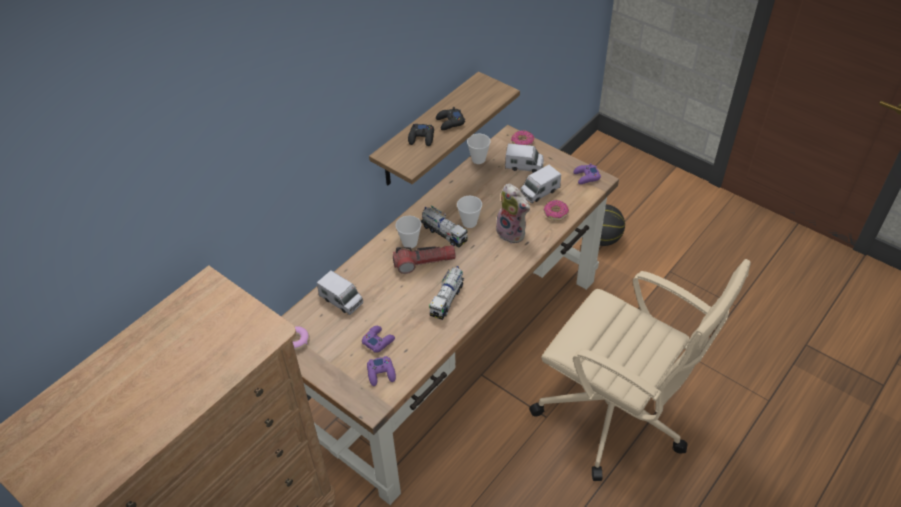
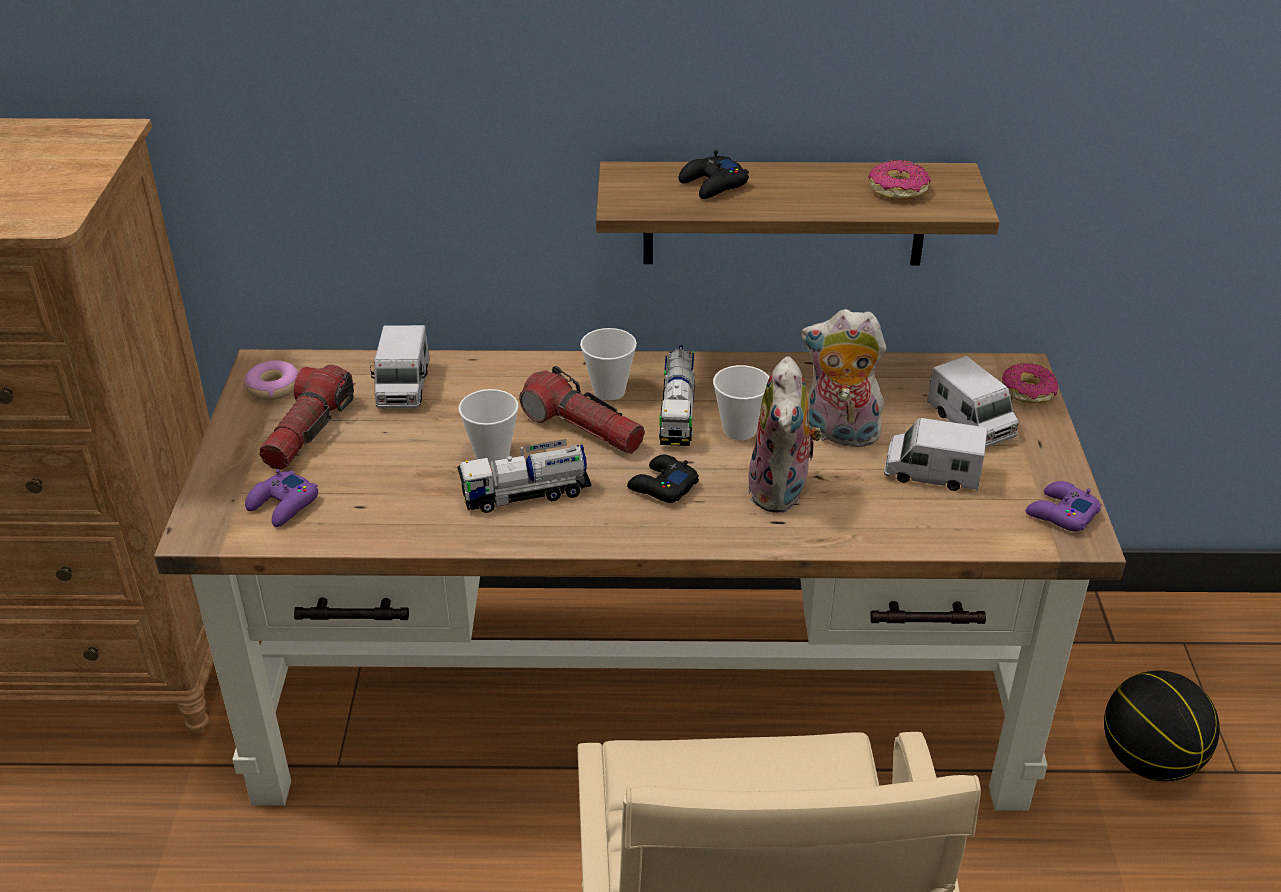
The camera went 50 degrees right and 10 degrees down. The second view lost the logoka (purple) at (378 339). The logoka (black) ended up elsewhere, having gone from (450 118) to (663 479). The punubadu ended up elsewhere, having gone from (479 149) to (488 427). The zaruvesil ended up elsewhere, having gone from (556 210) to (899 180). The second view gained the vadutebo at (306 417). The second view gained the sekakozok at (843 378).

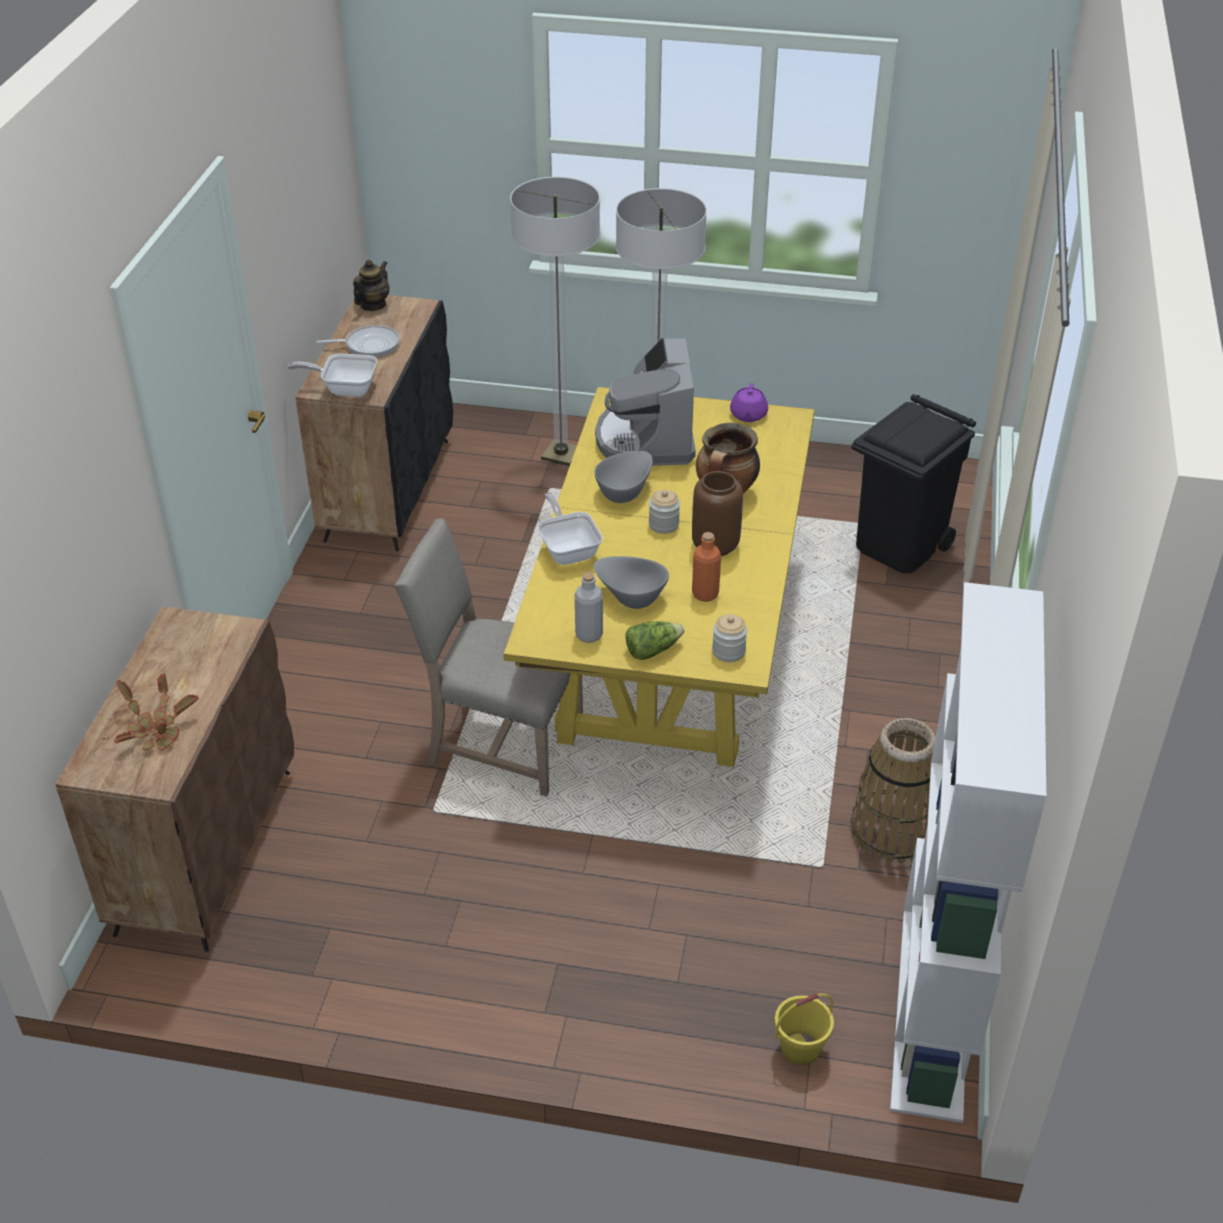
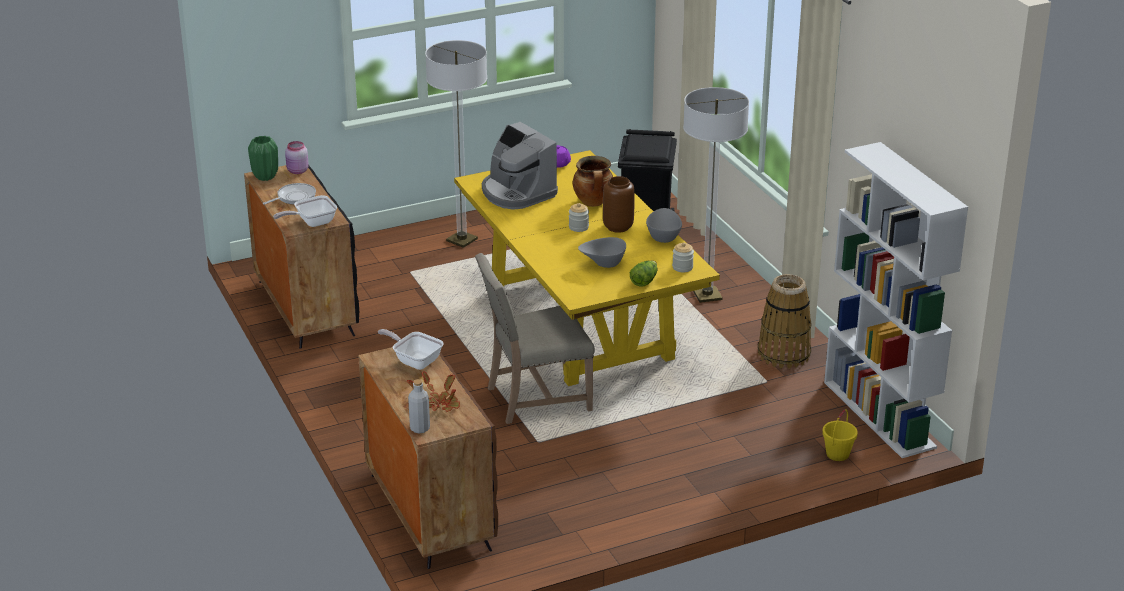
The camera went 35 degrees left and 10 degrees down. Where the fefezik stood at (371 285), the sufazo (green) came to stand at (263 158). The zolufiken ended up elsewhere, having gone from (555 321) to (716 195). The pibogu ended up elsewhere, having gone from (570 528) to (410 349). The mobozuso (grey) ended up elsewhere, having gone from (589 607) to (419 406). The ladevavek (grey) ended up elsewhere, having gone from (624 477) to (664 225). The second view lost the mobozuso (orange) at (706 567). The second view gained the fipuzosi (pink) at (297 157).

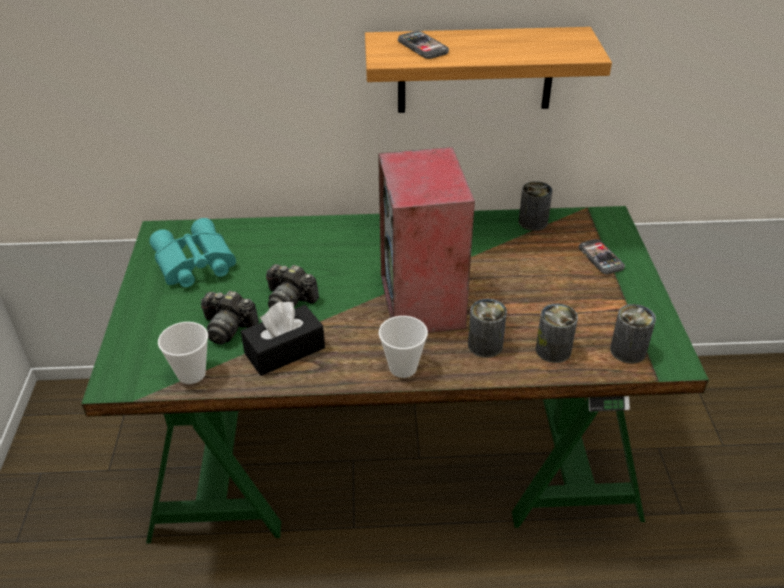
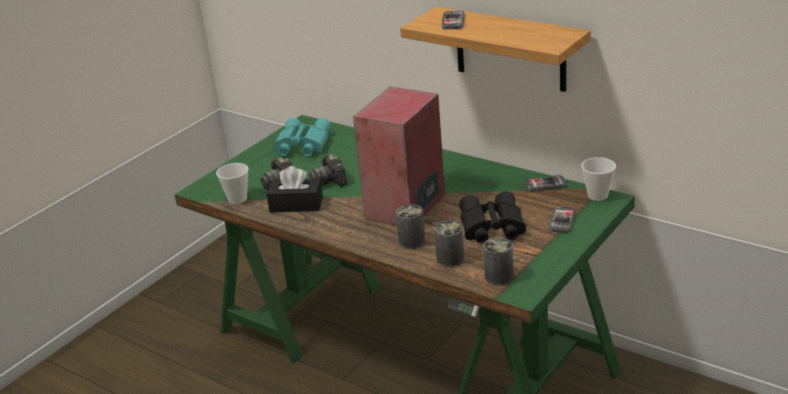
The camera went 40 degrees right and 10 degrees down. The punubadu ended up elsewhere, having gone from (403 347) to (598 179). Where the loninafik stood at (535 206), the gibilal came to stand at (545 183). The second view gained the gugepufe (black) at (492 217).

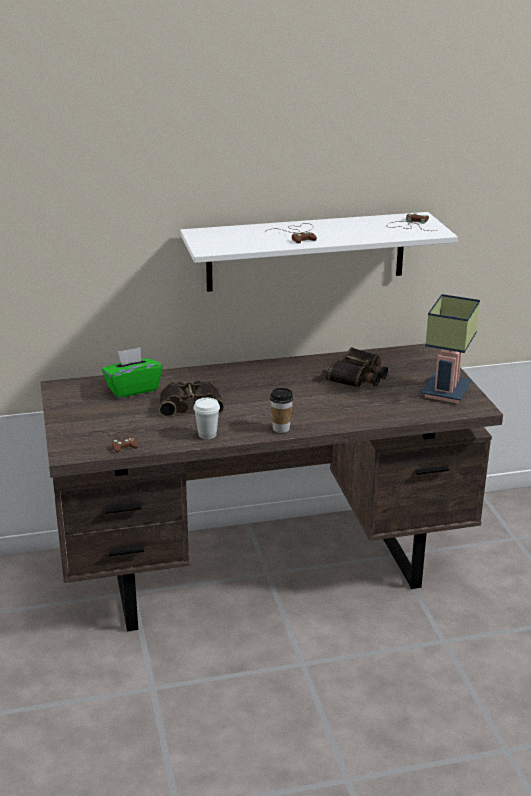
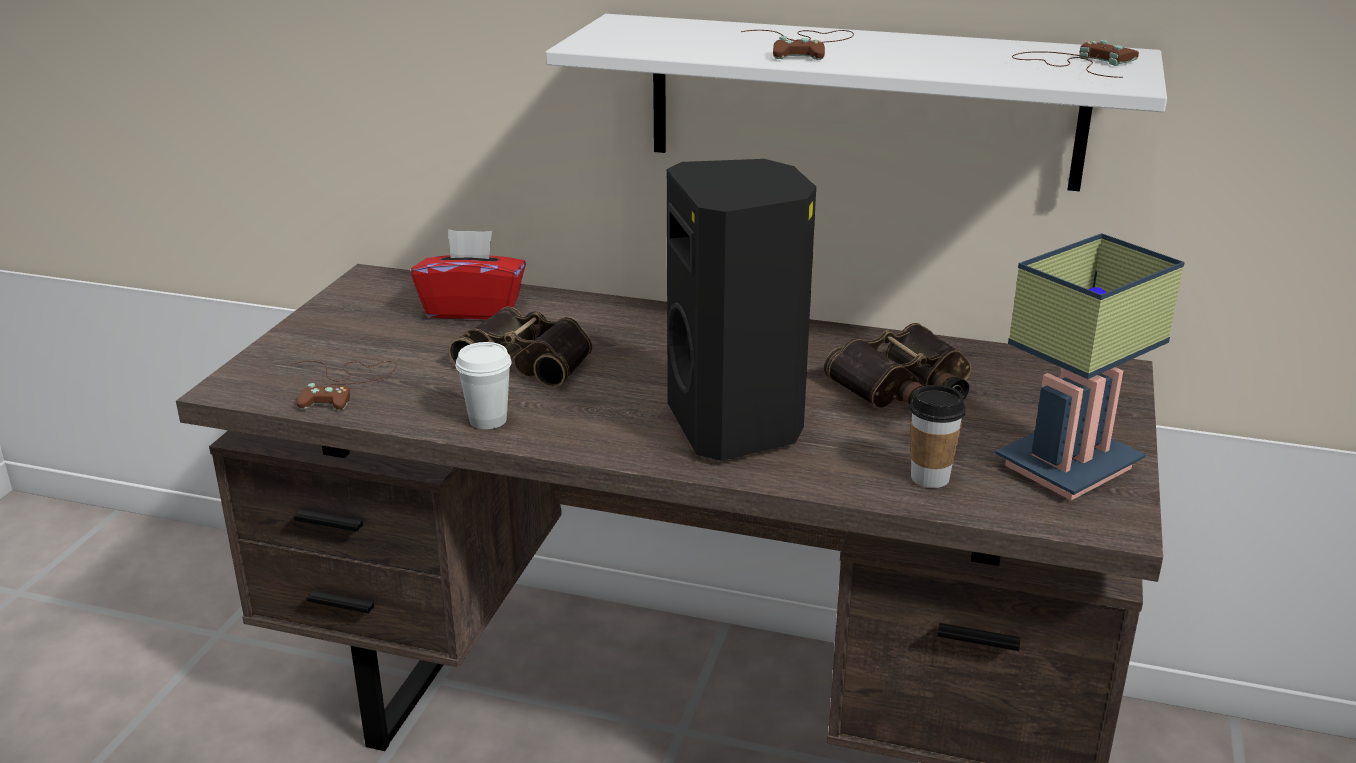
The camera went 30 degrees right and 0 degrees up. What was the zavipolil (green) at (132 372) turned into the zavipolil (red) at (468 274). The punubadu ended up elsewhere, having gone from (282 410) to (938 436). The second view gained the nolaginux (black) at (741 310).

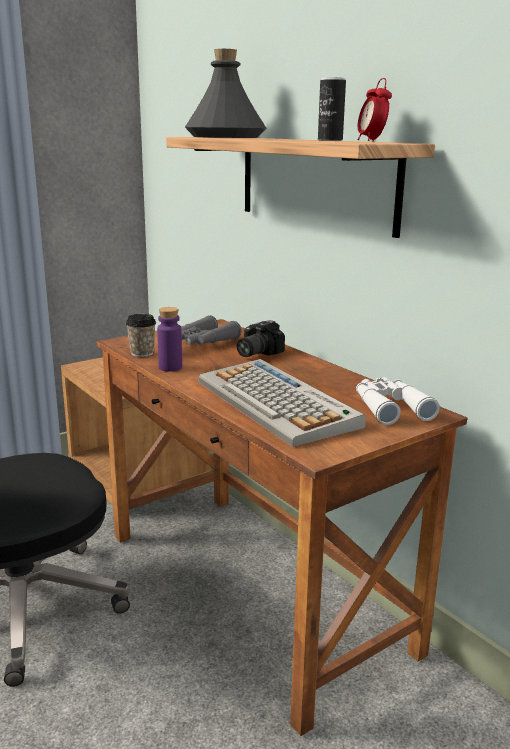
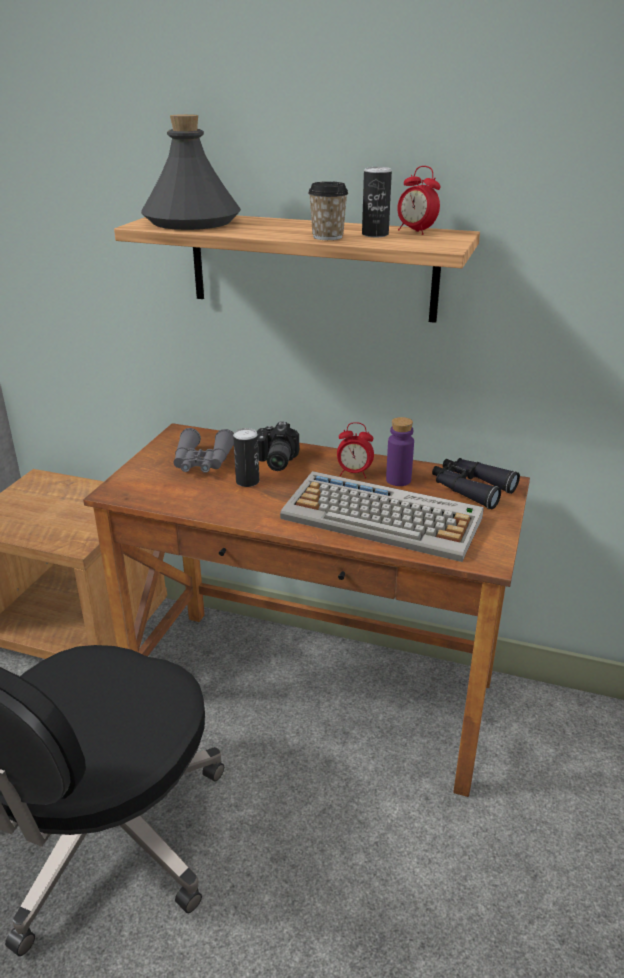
The camera went 35 degrees left and 10 degrees up. The punubadu ended up elsewhere, having gone from (141 335) to (328 210). The mobozuso (purple) ended up elsewhere, having gone from (169 339) to (400 451). What was the gugepufe (white) at (398 401) turned into the gugepufe (black) at (476 483). The second view gained the loninafik at (246 457). The second view gained the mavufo at (355 450).

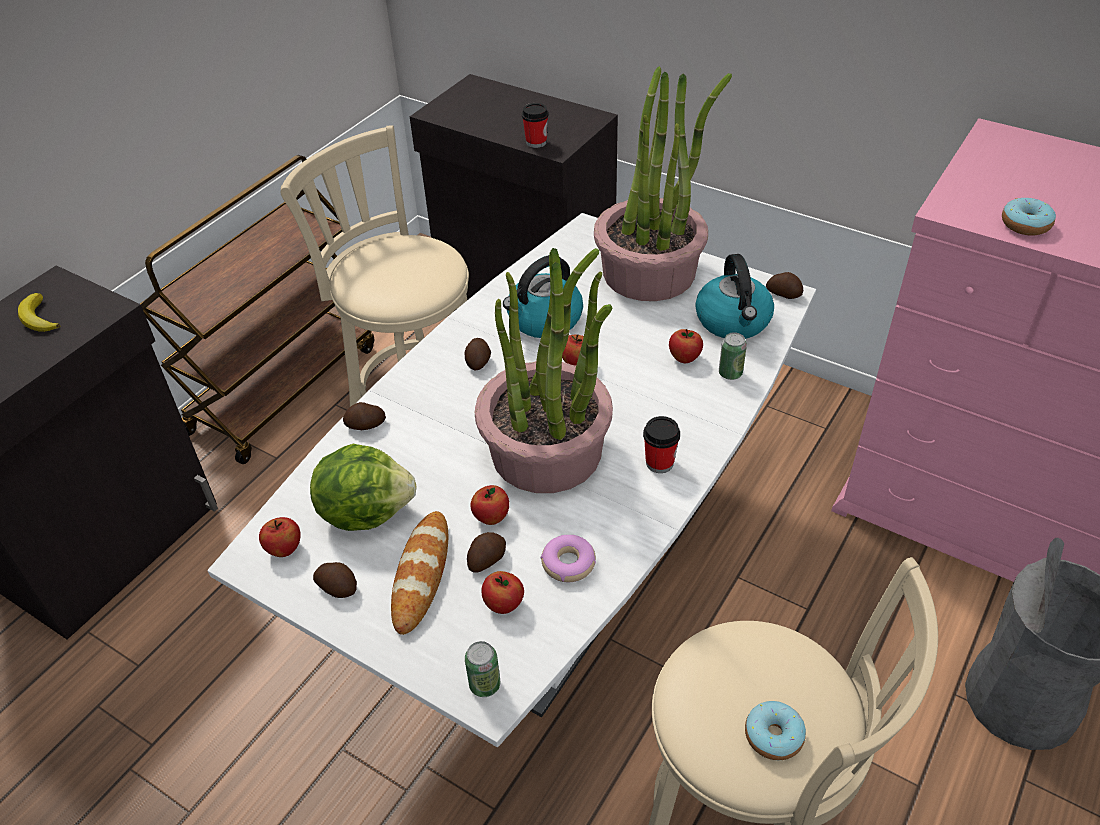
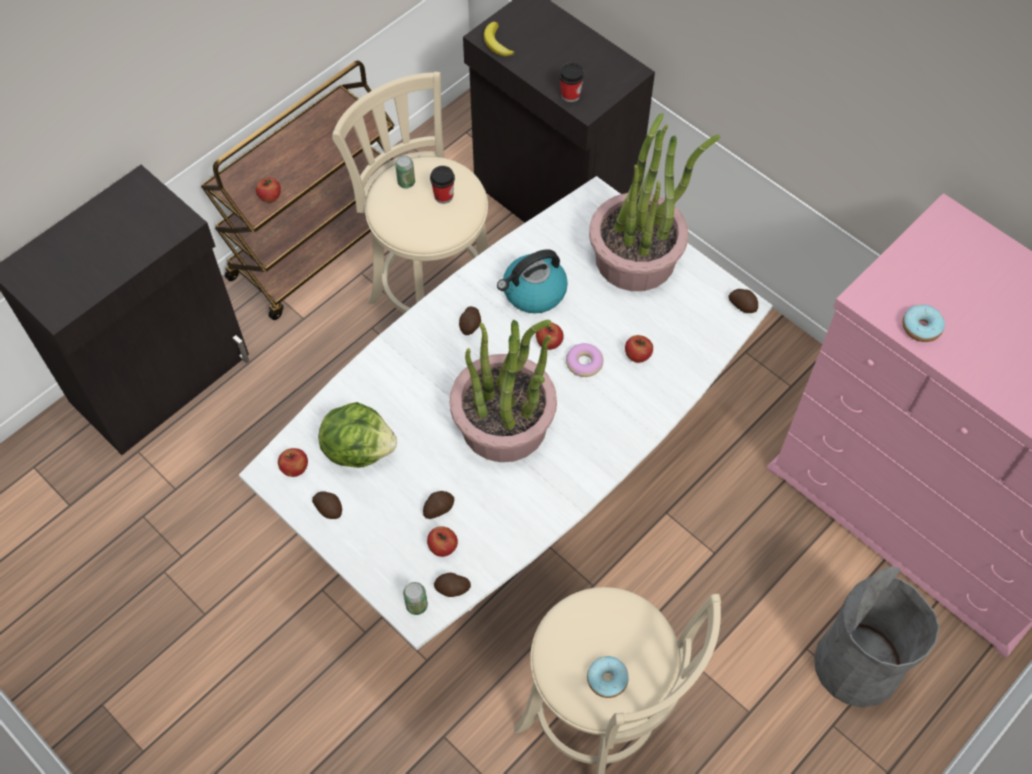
The camera went 10 degrees right and 15 degrees up. The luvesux ended up elsewhere, having gone from (39 312) to (499 39). The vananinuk ended up elsewhere, having gone from (364 416) to (452 585). The second view lost the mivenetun at (419 573). The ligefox ended up elsewhere, having gone from (489 505) to (268 190). The zaruvesil ended up elsewhere, having gone from (568 558) to (584 360). The punubadu ended up elsewhere, having gone from (661 444) to (442 185). The second view lost the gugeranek at (734 296). The loninafik ended up elsewhere, having gone from (733 356) to (405 171).

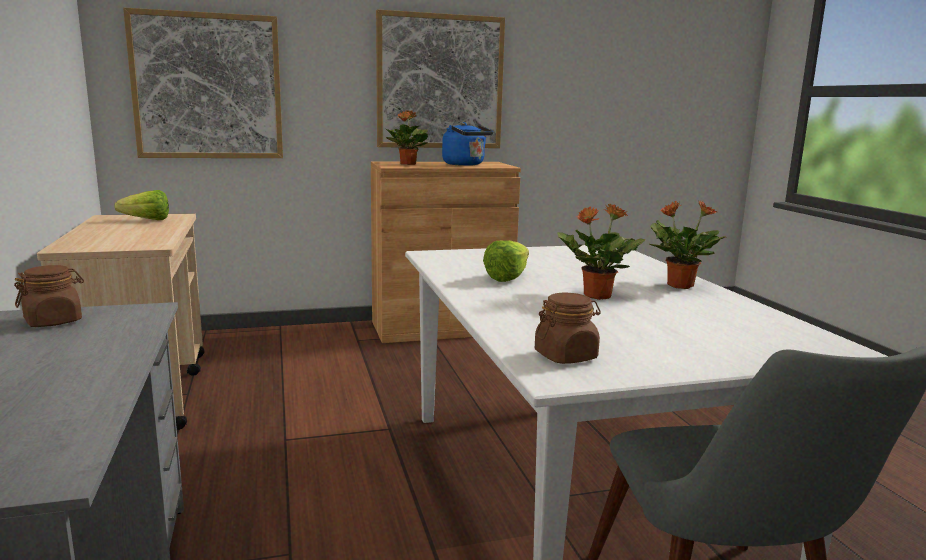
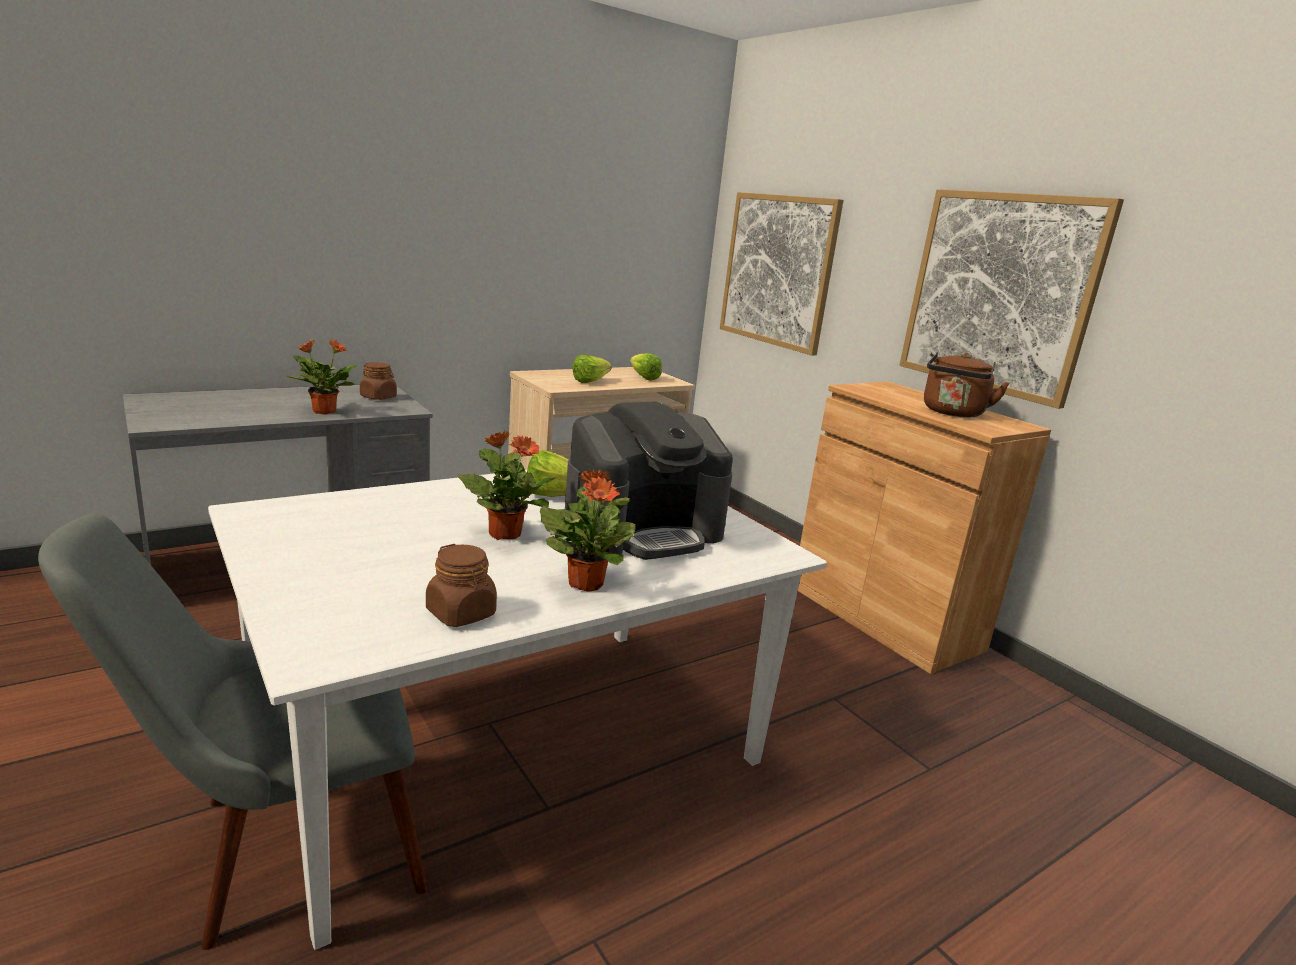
The camera went 70 degrees right and 5 degrees up. The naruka ended up elsewhere, having gone from (407 137) to (321 377). What was the gugeranek (blue) at (468 144) turned into the gugeranek (brown) at (967 384). The fipuzosi (brown) ended up elsewhere, having gone from (568 328) to (461 585). The second view gained the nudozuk at (649 480). The second view gained the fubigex at (592 369).

